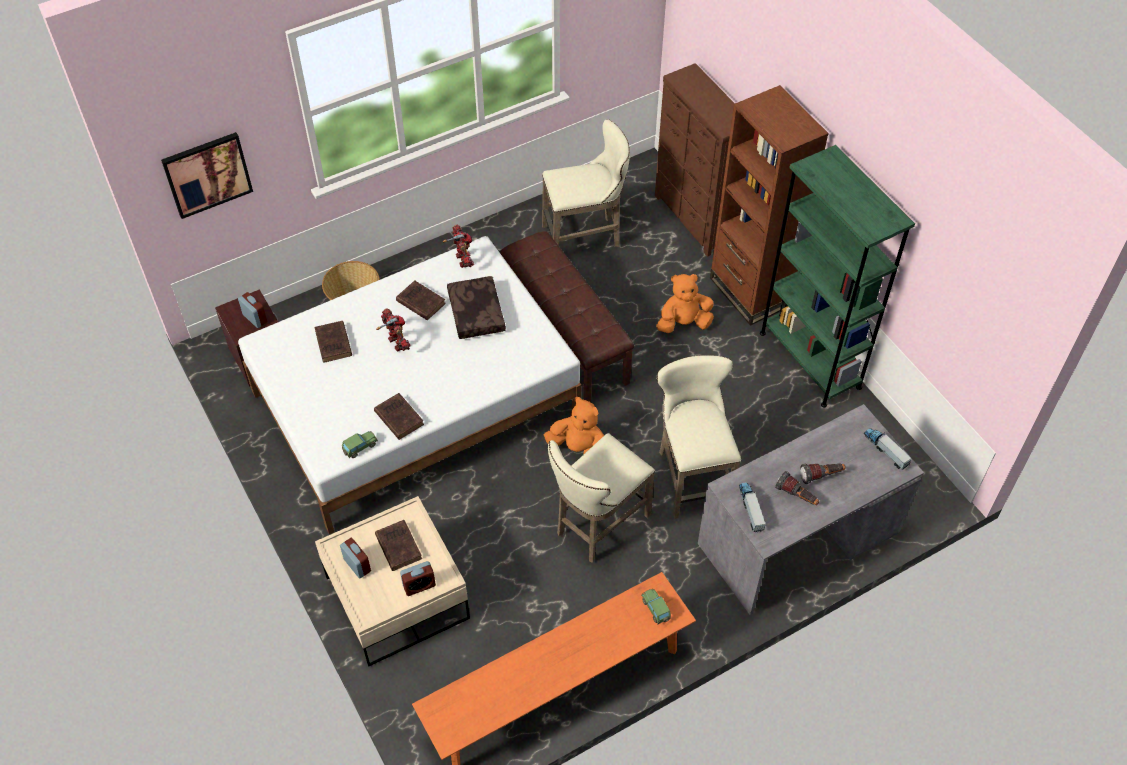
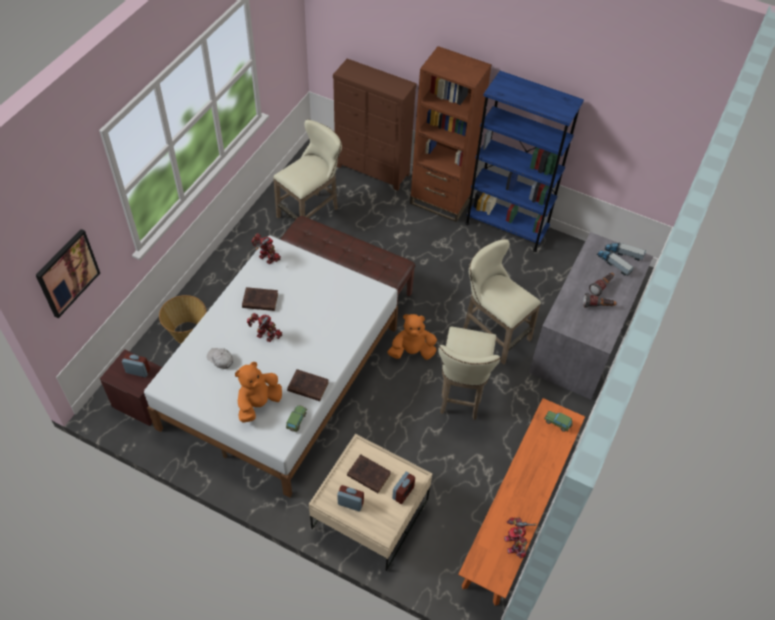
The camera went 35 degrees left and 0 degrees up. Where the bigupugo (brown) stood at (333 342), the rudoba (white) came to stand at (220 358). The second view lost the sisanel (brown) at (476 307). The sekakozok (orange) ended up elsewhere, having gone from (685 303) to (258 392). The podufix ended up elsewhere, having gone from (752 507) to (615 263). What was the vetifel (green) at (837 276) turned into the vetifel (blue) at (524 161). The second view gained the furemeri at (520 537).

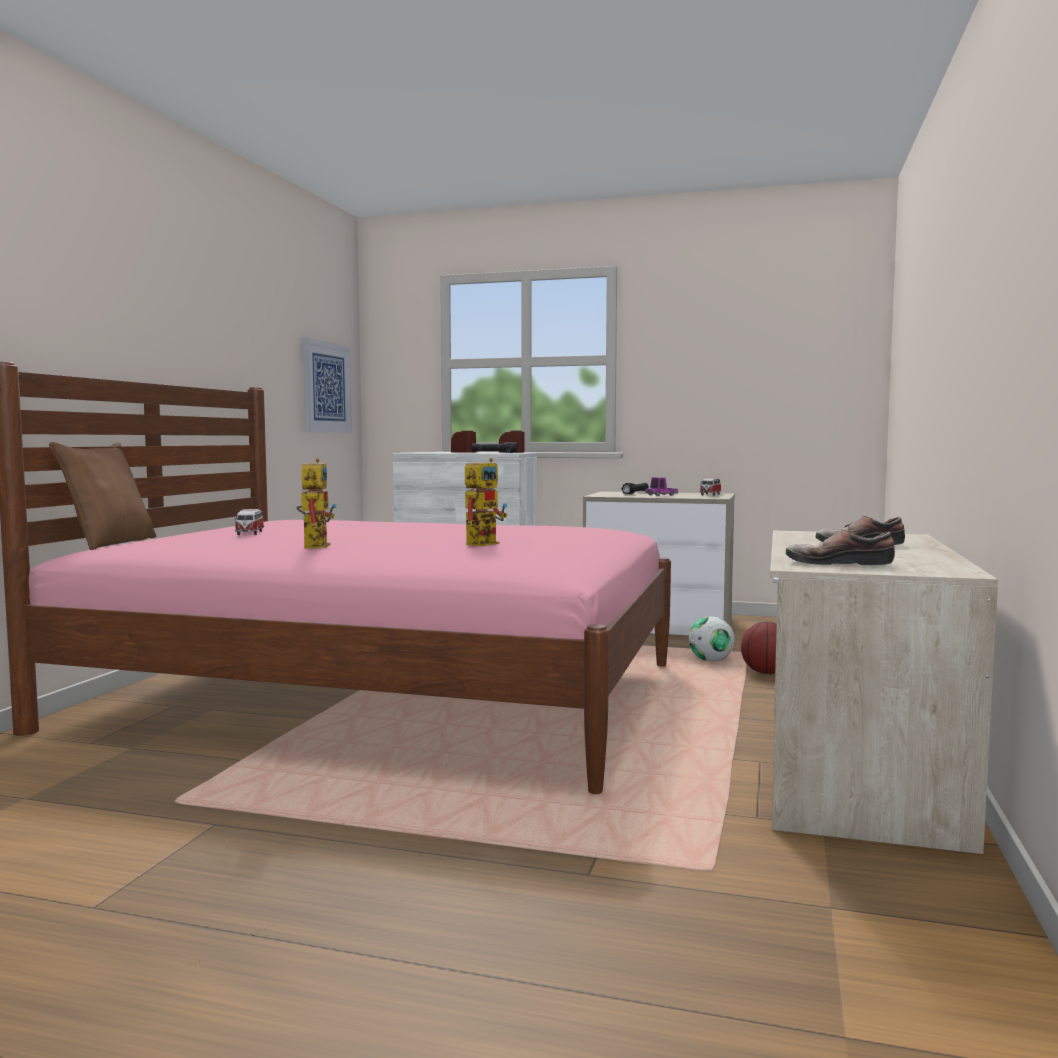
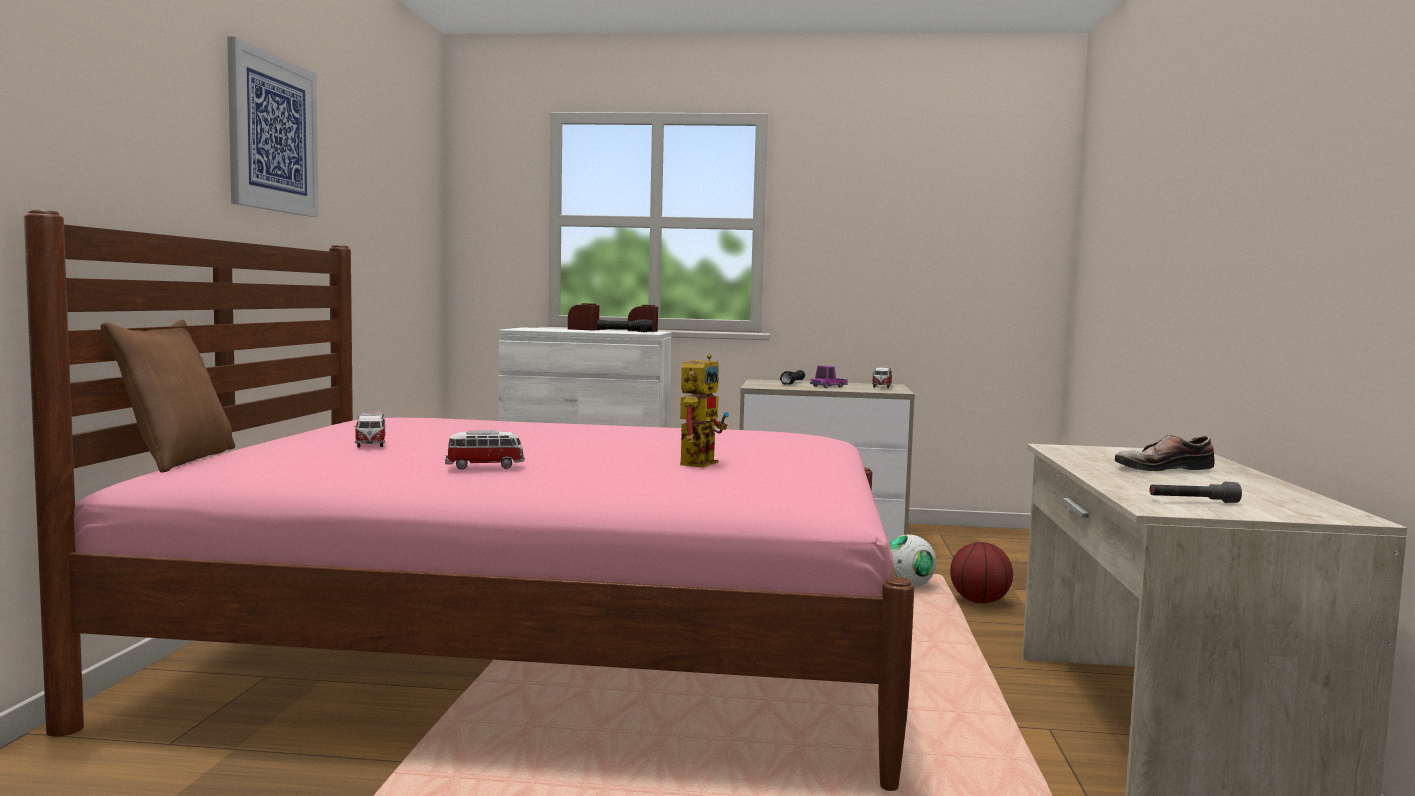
The camera went 10 degrees left and 0 degrees up. Where the furemeri stood at (317 503), the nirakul came to stand at (485 450). The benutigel ended up elsewhere, having gone from (327 385) to (273 127). Where the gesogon stood at (840 547), the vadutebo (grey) came to stand at (1196 492).

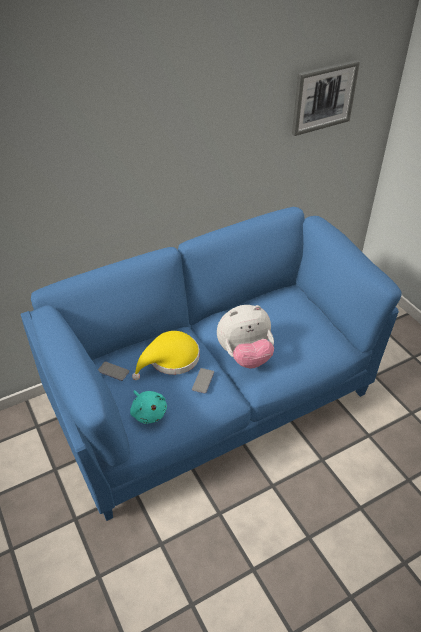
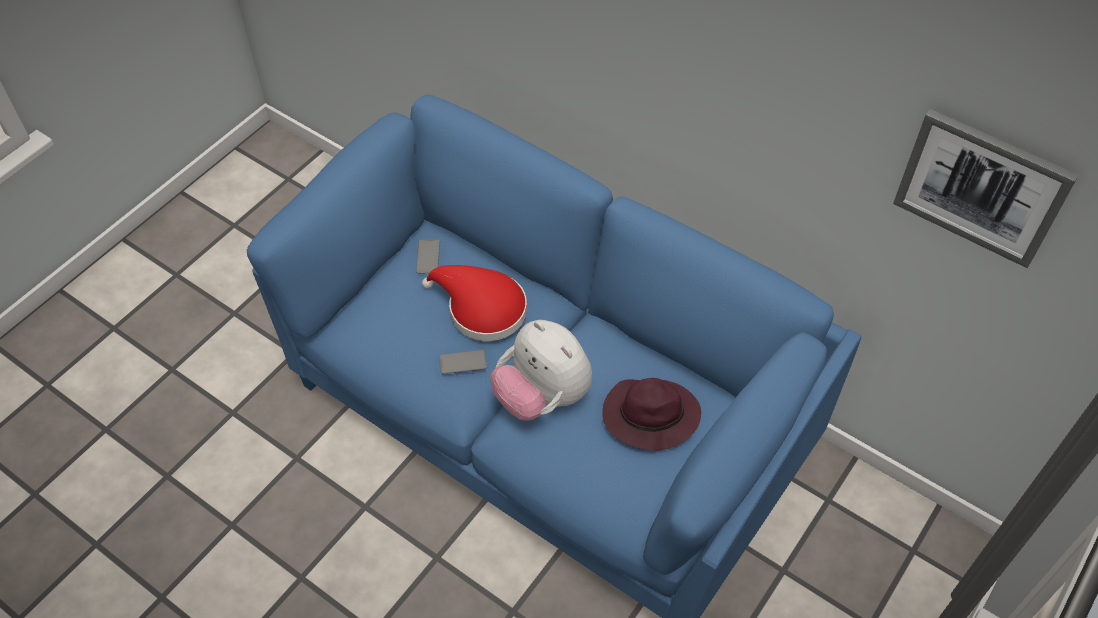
The camera went 65 degrees right and 10 degrees up. The second view lost the sekakozok (turquoise) at (148 407). What was the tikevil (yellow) at (165 355) turned into the tikevil (red) at (474 303). The second view gained the tikevil (purple) at (651 414).

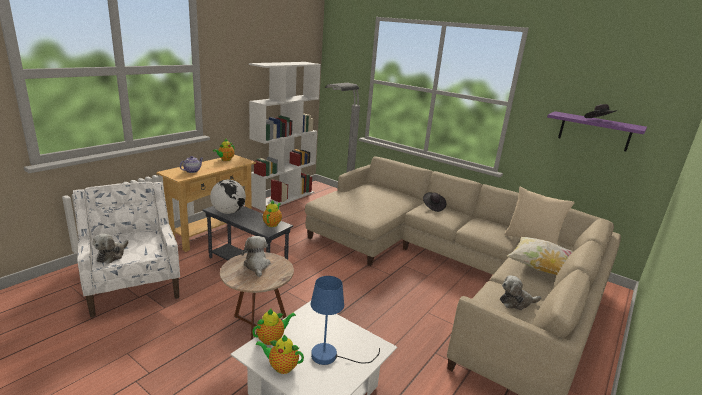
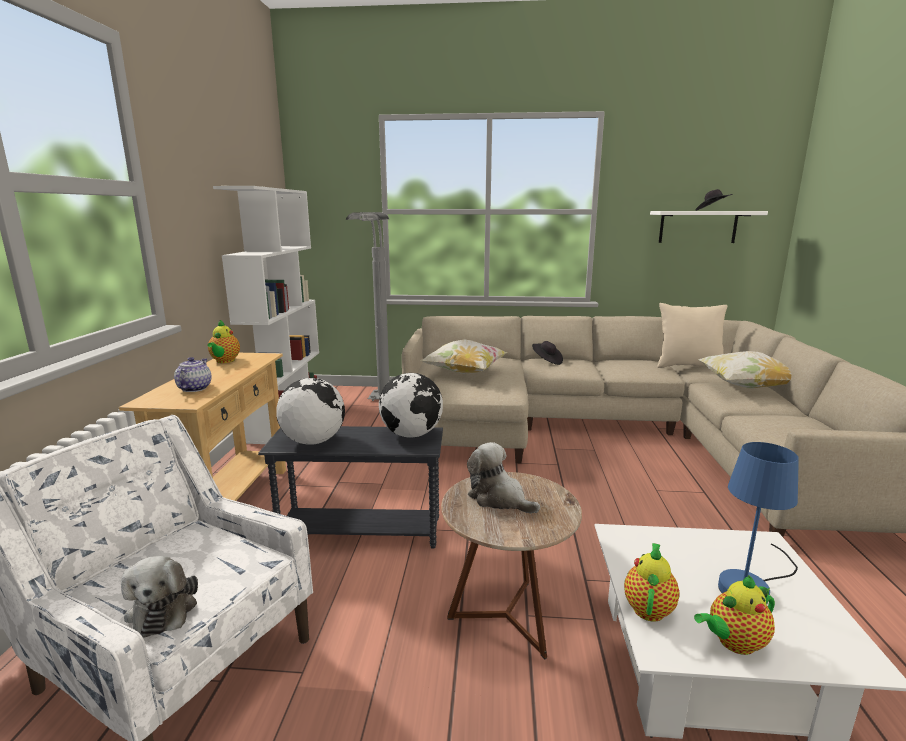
The camera went 30 degrees left and 5 degrees down. Where the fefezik stood at (272 213), the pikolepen came to stand at (411 405). The second view lost the sekakozok at (520 292). What was the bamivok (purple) at (597 131) turned into the bamivok (white) at (709 227). The second view gained the sisanel at (464 357).

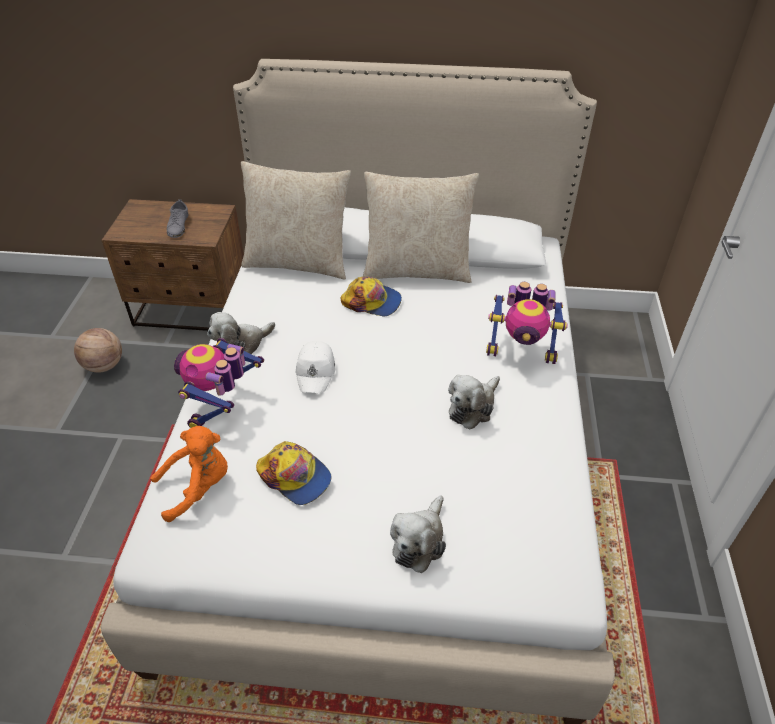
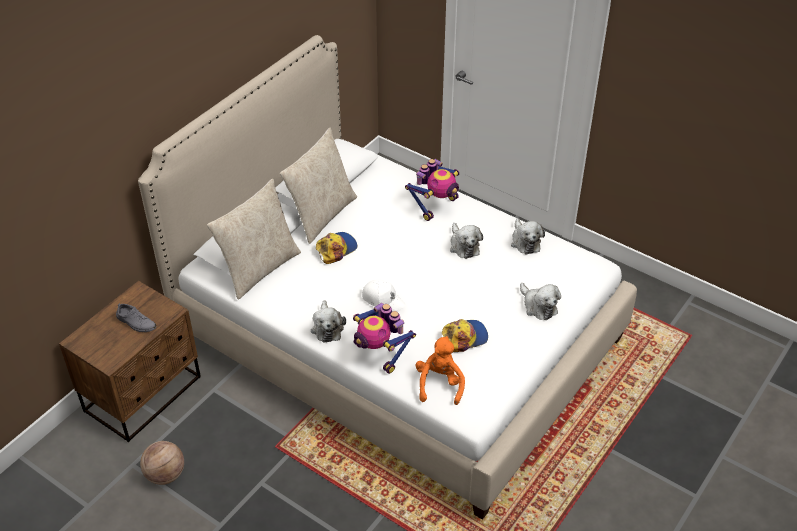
The camera went 60 degrees left and 0 degrees up. The second view gained the sekakozok at (528 236).

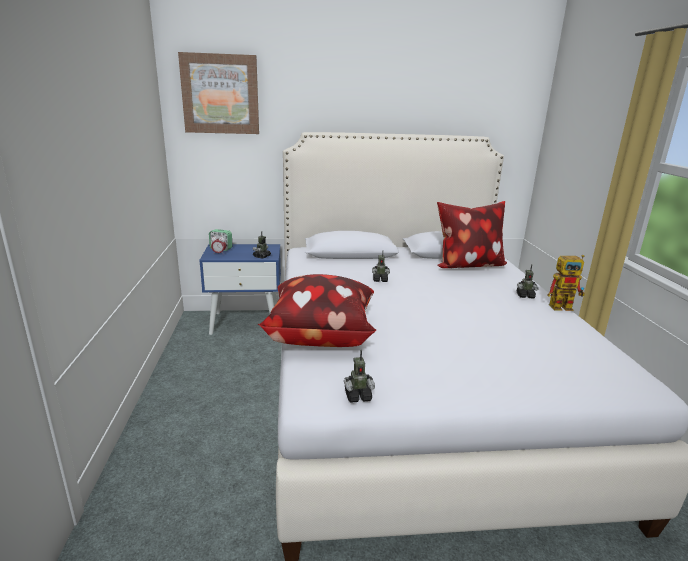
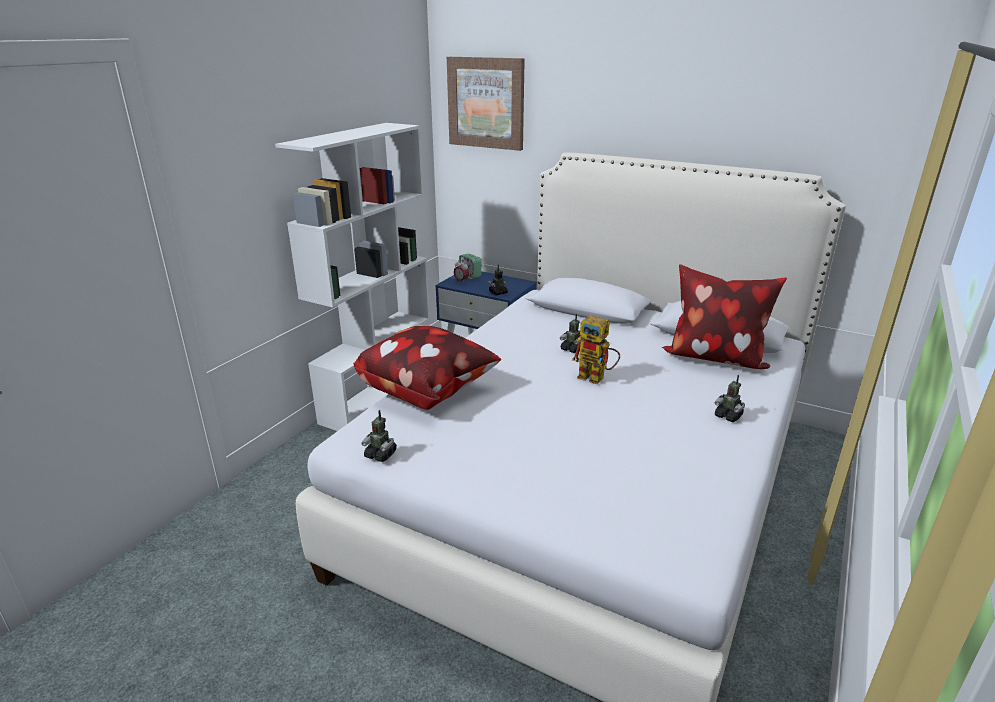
The camera went 35 degrees right and 5 degrees up. The furemeri ended up elsewhere, having gone from (566 283) to (596 349). The second view gained the vetifel (white) at (352 277).

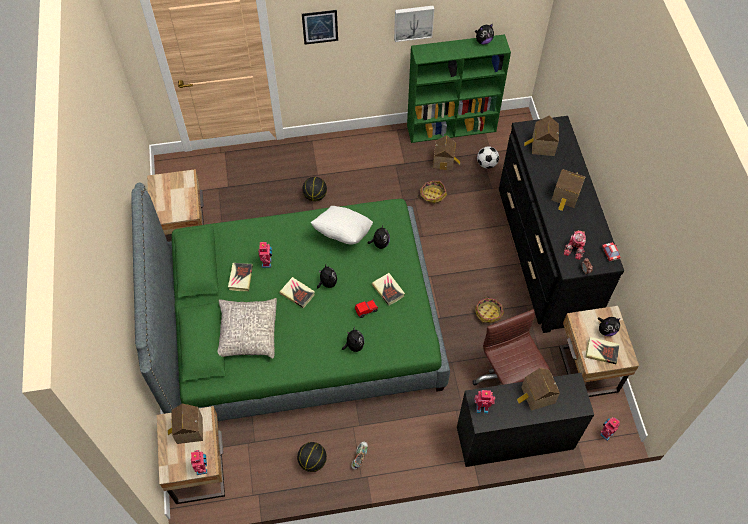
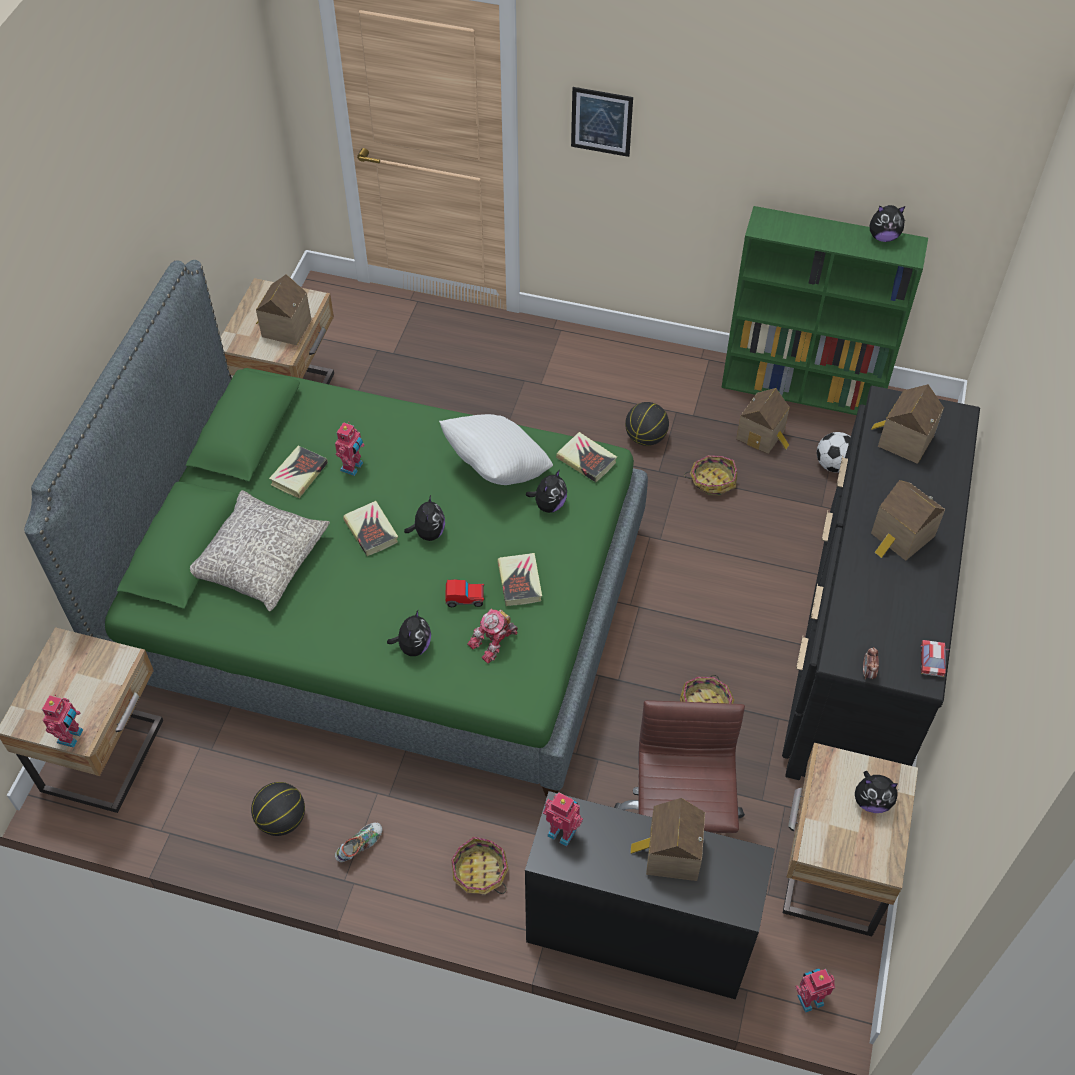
The camera went 25 degrees right and 5 degrees down. The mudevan ended up elsewhere, having gone from (185 424) to (284 309). The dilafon ended up elsewhere, having gone from (314 189) to (647 424). The second view lost the benutigel at (414 23). The furemeri ended up elsewhere, having gone from (575 245) to (492 636). The bigupugo ended up elsewhere, having gone from (602 350) to (586 457). The second view gained the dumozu at (480 865).

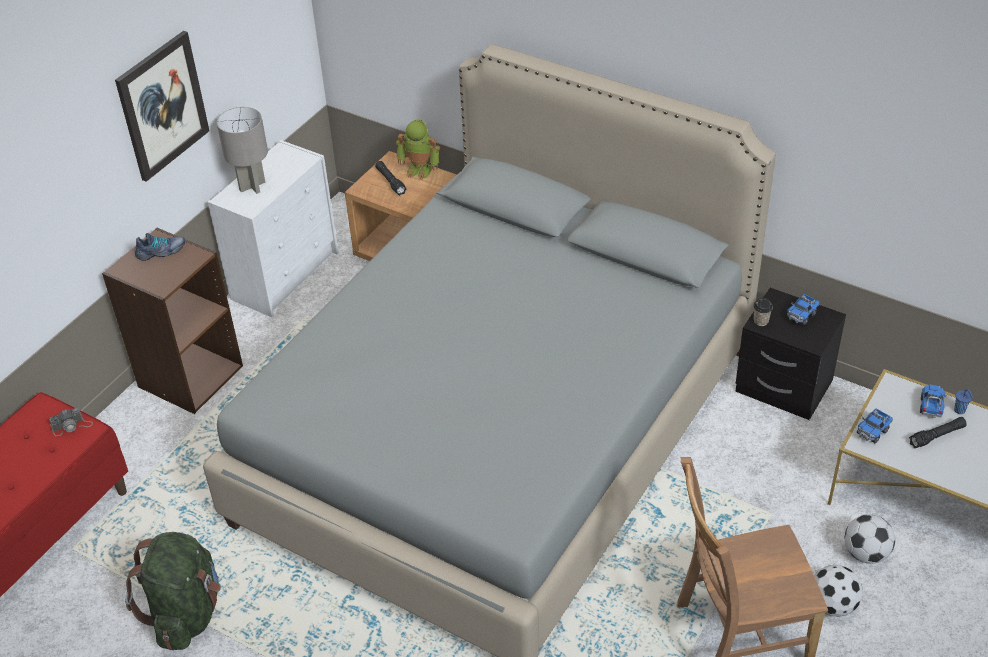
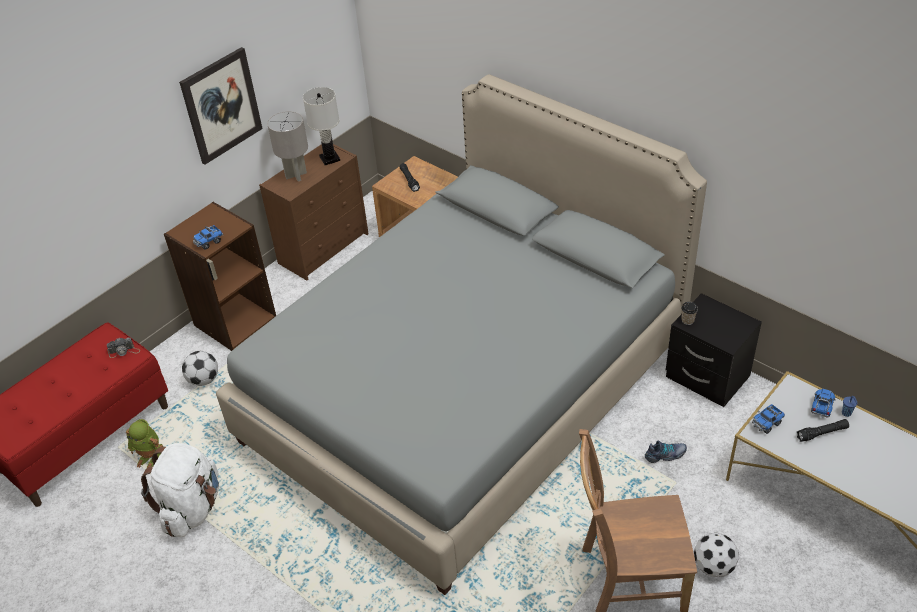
The camera went 10 degrees right and 0 degrees up. What was the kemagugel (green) at (173 591) turned into the kemagugel (white) at (180 490). The gesogon ended up elsewhere, having gone from (160 247) to (666 452). What was the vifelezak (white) at (273 228) turned into the vifelezak (brown) at (314 212). The furemeri ended up elsewhere, having gone from (418 149) to (144 443). The podufix ended up elsewhere, having gone from (803 309) to (208 237). The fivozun ended up elsewhere, having gone from (869 539) to (200 368). The second view gained the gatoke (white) at (321 126).

